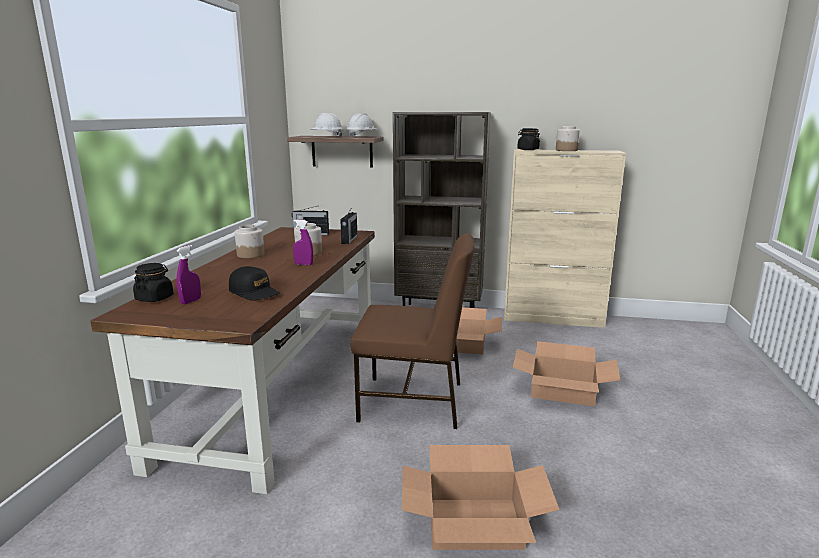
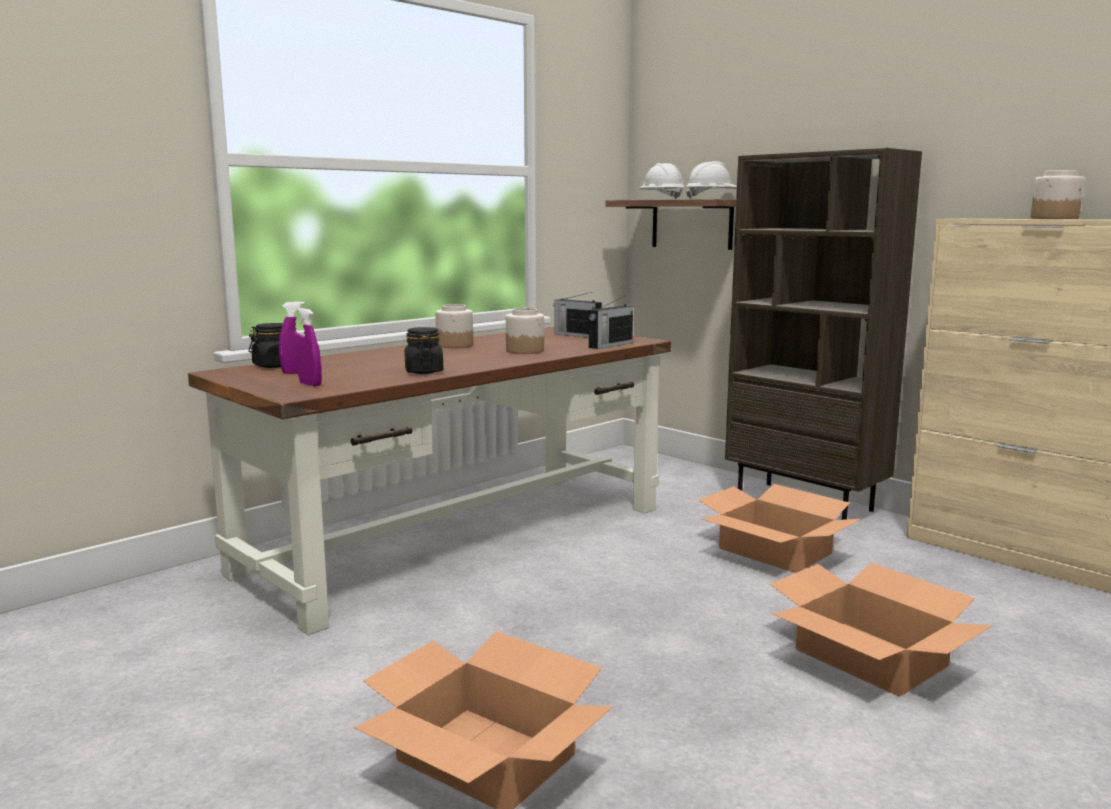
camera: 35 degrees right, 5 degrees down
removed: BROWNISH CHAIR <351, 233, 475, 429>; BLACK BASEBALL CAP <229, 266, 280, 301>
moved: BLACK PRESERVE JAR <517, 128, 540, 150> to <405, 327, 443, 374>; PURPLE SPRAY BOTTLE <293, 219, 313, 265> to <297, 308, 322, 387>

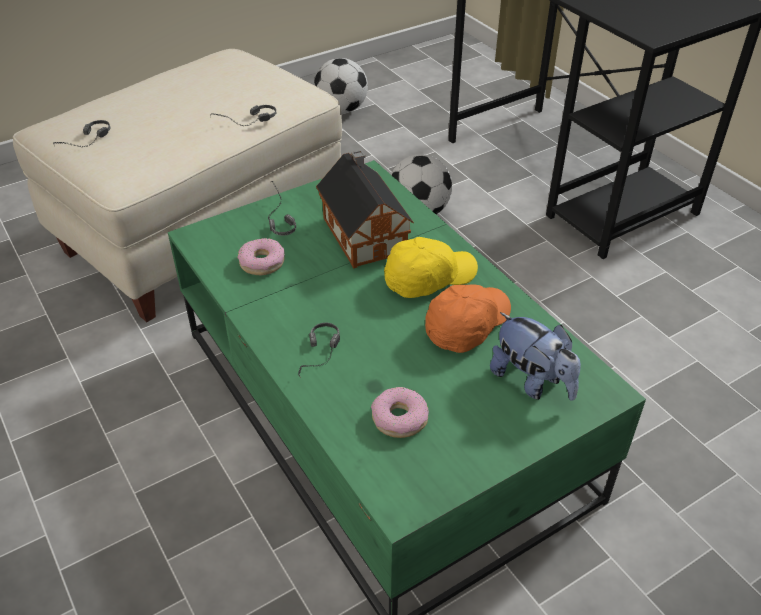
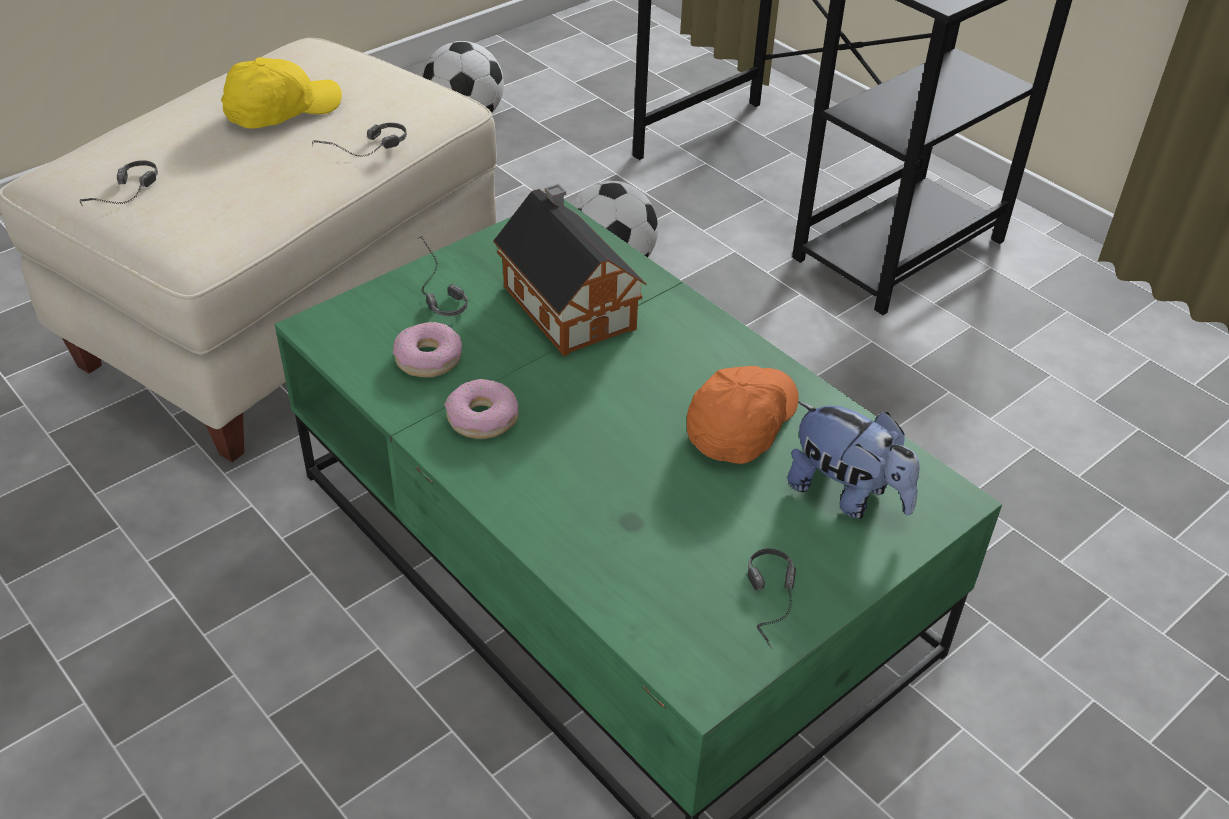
camera: 10 degrees left, 0 degrees up
moved: YELLOWISH BASEBALL CAP <384, 237, 478, 298> to <221, 57, 342, 128>; HEADSET <298, 322, 340, 378> to <748, 548, 796, 649>; RING DOUGHNUT <371, 387, 429, 438> to <444, 379, 519, 439>

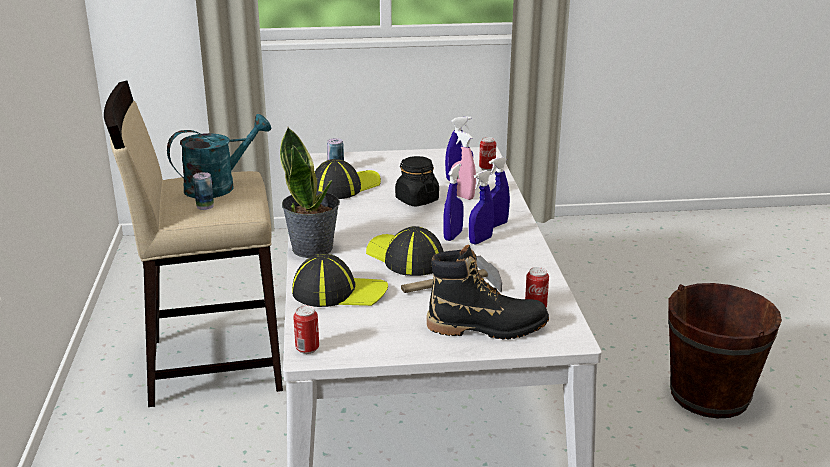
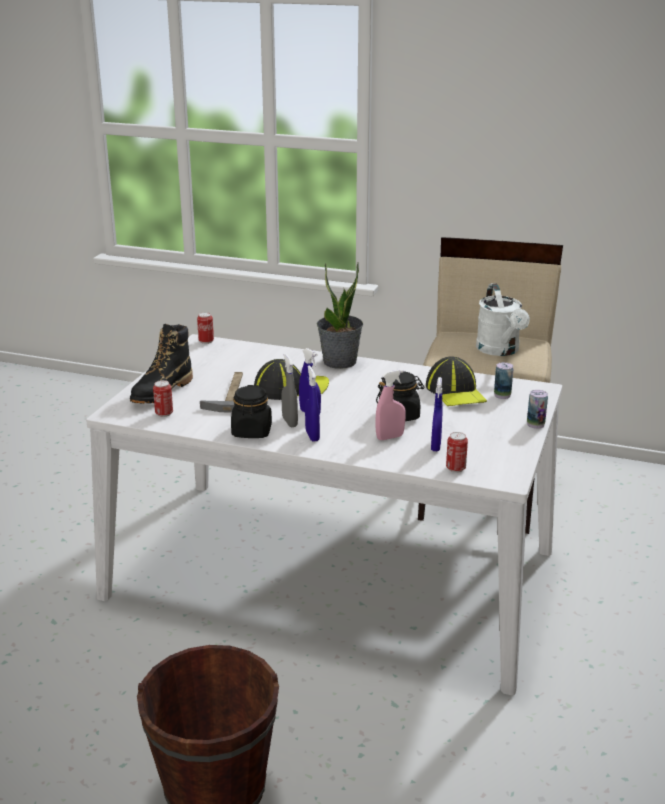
camera: 115 degrees right, 0 degrees up
removed: BASEBALL CAP <292, 254, 388, 307>
added: BLACK PRESERVE JAR <231, 385, 272, 438>
moved: METAL CAN <193, 172, 214, 210> to <527, 390, 548, 429>
recoloured: BLUE-GREEN WATERING CAN <167, 114, 272, 198> to WHITE WATERING CAN <476, 283, 530, 356>; BLUE-COLOURED SPRAY BOTTLE <469, 170, 494, 244> to GREY SPRAY BOTTLE <281, 353, 298, 427>

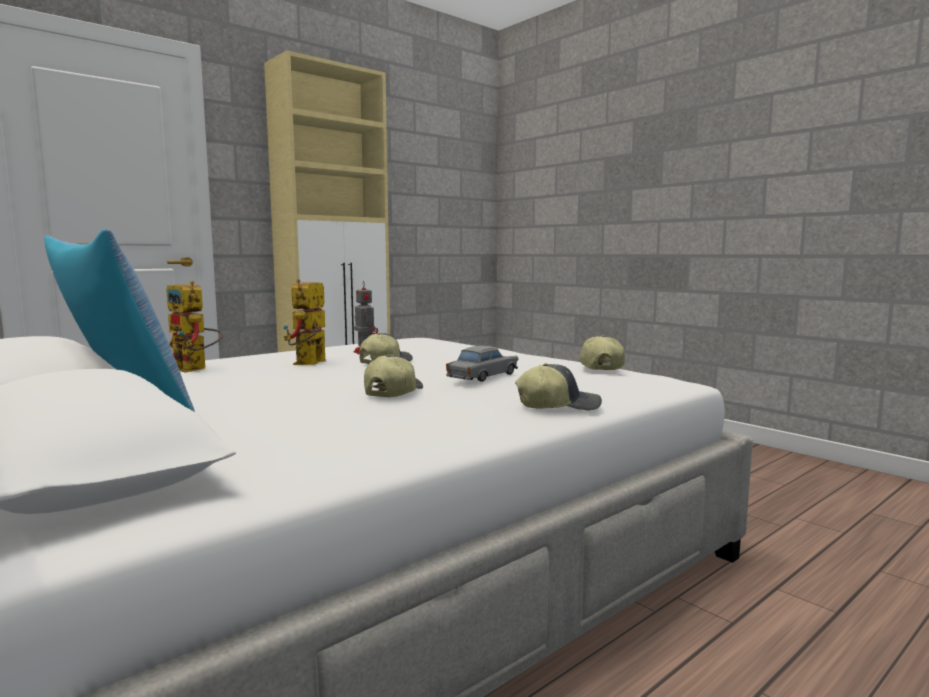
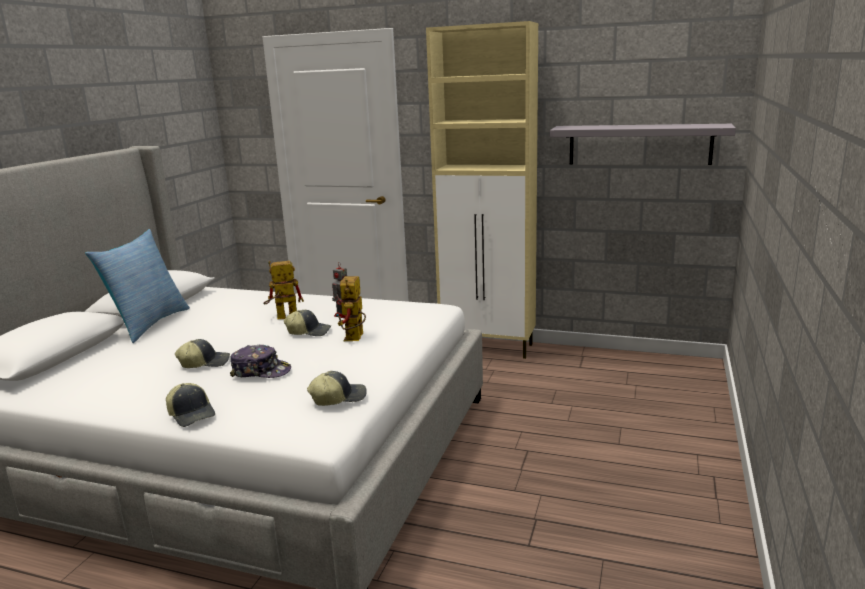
camera: 60 degrees right, 10 degrees up
added: GREY BRACKET SHELF <550, 124, 736, 165>
moved: TOY ROBOT <166, 281, 223, 373> to <336, 276, 366, 341>
replaced: GREY MODEL CAR <446, 346, 518, 382> to BASEBALL CAP <230, 345, 291, 378>

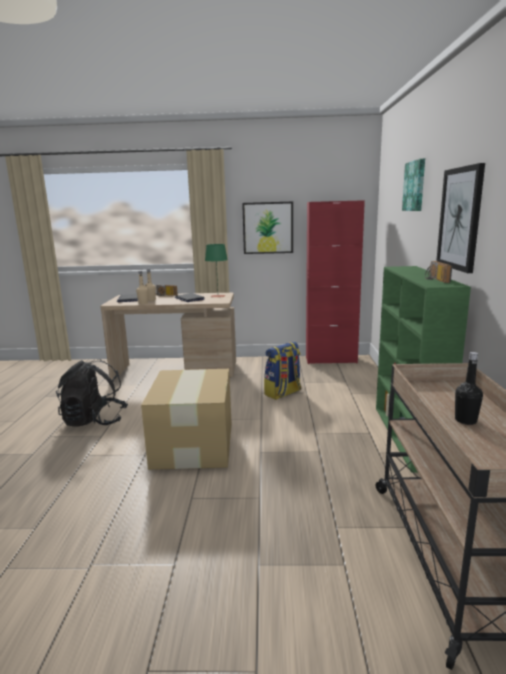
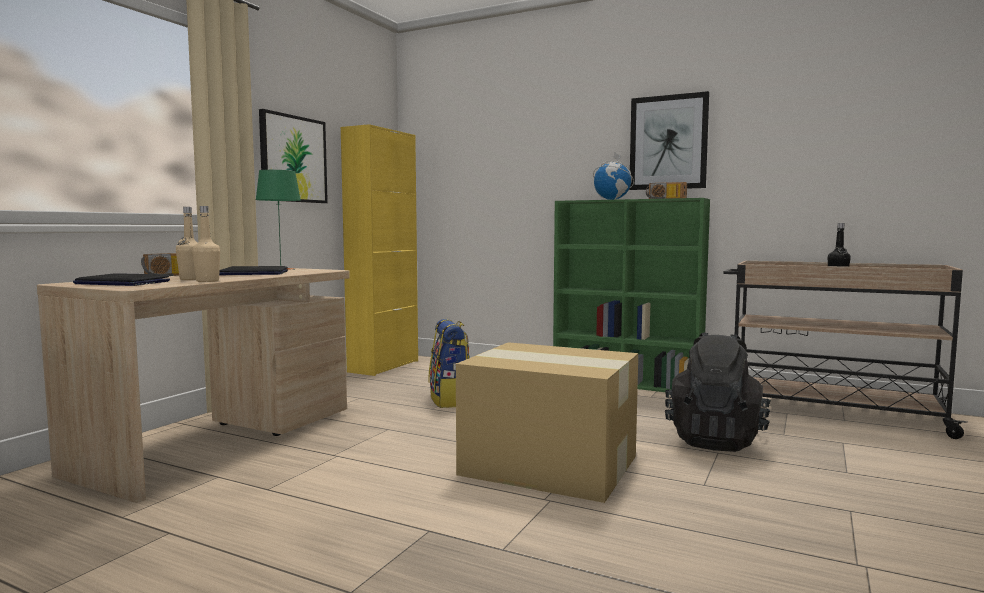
camera: 65 degrees left, 10 degrees down
removed: WALL PICTURE <402, 159, 425, 211>
added: DESK GLOBE <593, 152, 634, 200>
moved: BLACK BACKPACK <56, 359, 128, 427> to <665, 332, 771, 452>
recoloured: REDDISH CUPBOARD <306, 200, 365, 364> to YELLOWISH CUPBOARD <341, 124, 418, 376>

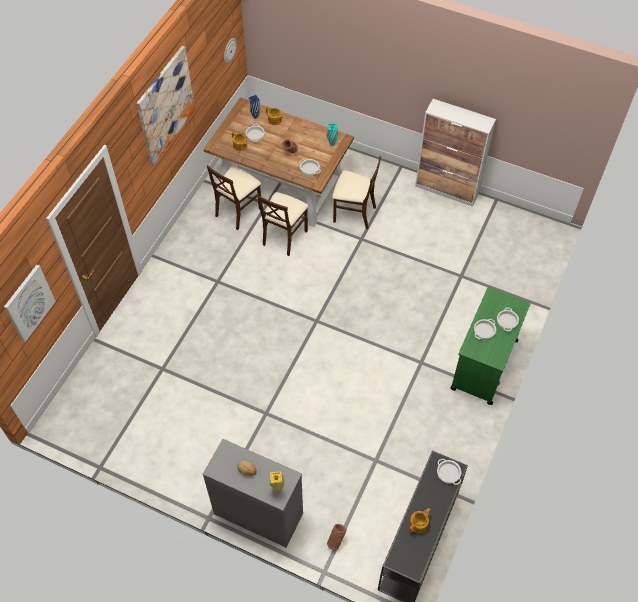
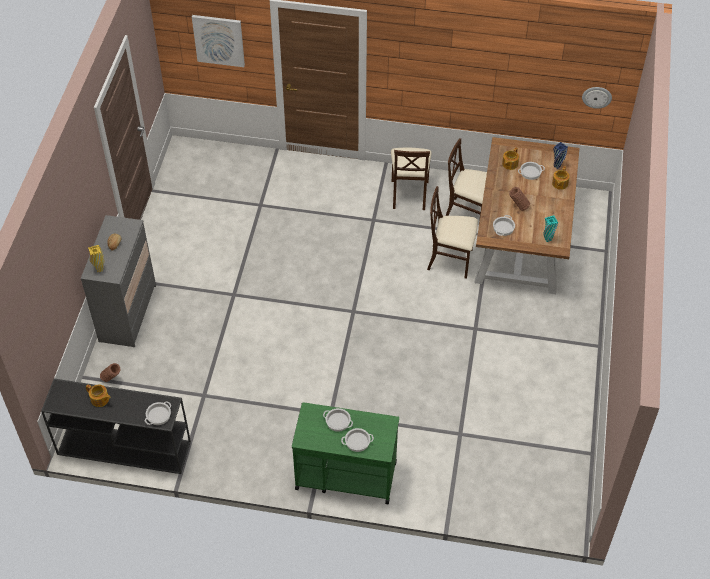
camera: 75 degrees right, 5 degrees down
removed: WALL PICTURE <137, 46, 195, 165>; CUPBOARD <415, 99, 496, 207>
moved: SAND-COLOURED CHAIR <332, 156, 381, 229> to <391, 148, 432, 210>

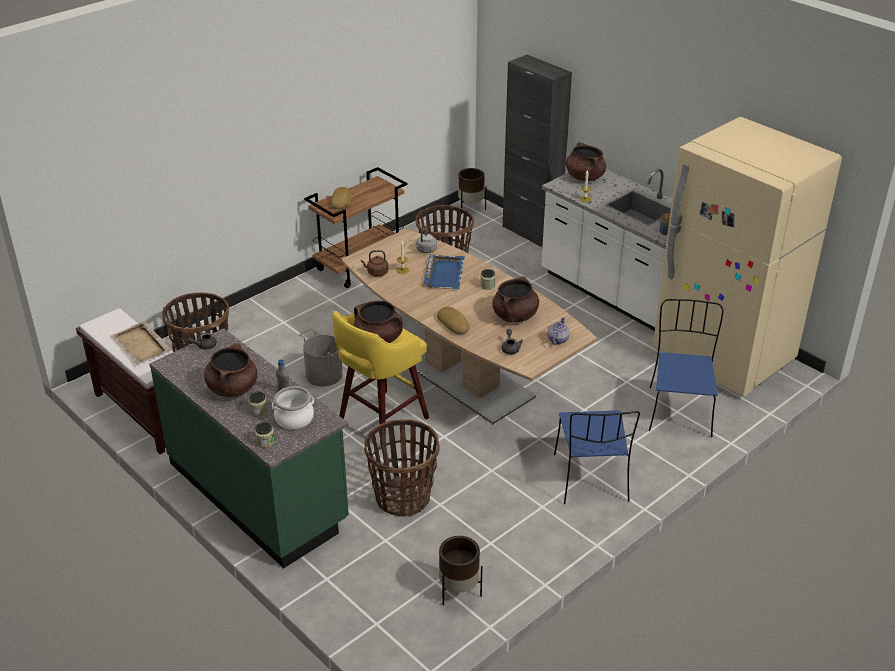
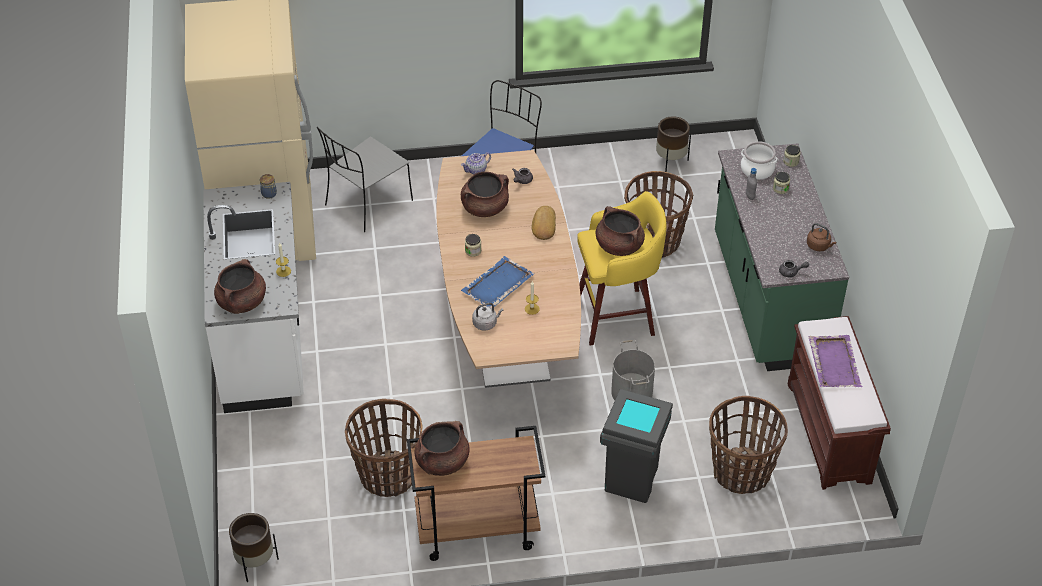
camera: 145 degrees left, 10 degrees up
removed: BLACK CUPBOARD <503, 55, 572, 248>; BAKERY BREAD <331, 187, 352, 209>
added: GREY RUBBISH BIN <600, 389, 673, 503>
moved: BROWNISH TEA KETTLE <361, 250, 388, 277> to <807, 223, 836, 251>; BROWNISH SAUCEPOT <204, 343, 257, 397> to <414, 421, 470, 476>
recoloured: BLUE-COLOURED CHAIR <649, 299, 724, 437> to GREY CHAIR <317, 127, 413, 232>; SAND-COLOURED CARRYING TRAY <109, 321, 172, 364> to PURPLE CARRYING TRAY <808, 335, 863, 387>

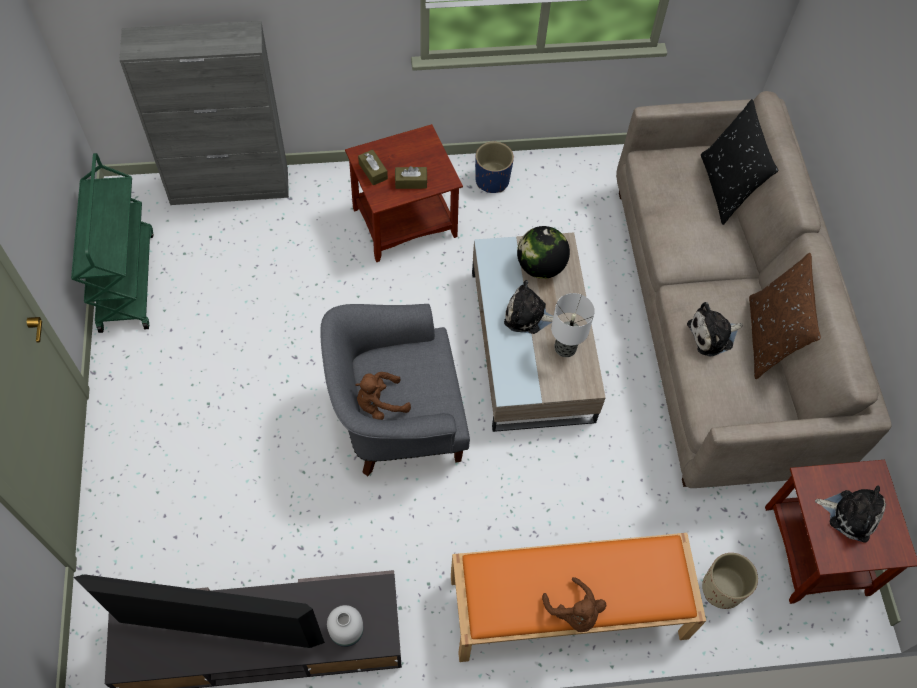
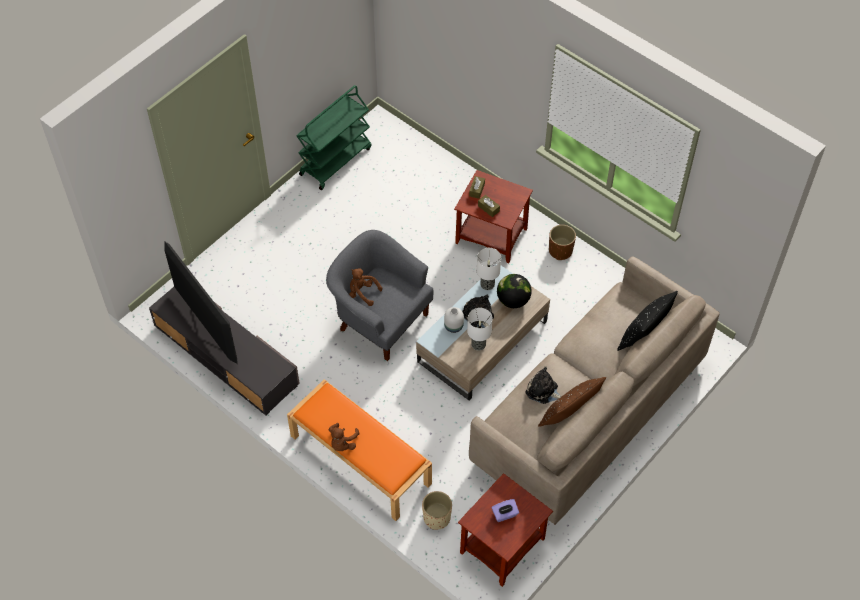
camera: 50 degrees right, 5 degrees down
removed: GREY CUPBOARD <120, 21, 289, 205>
added: TABLE LAMP <477, 248, 501, 290>
moved: WHITE DECORATIVE VASE <327, 605, 364, 647> to <444, 307, 464, 333>
replaced: SOFT TOY <815, 485, 886, 543> to PURPLE TISSUE BOX <492, 499, 519, 522>
recoloured: BLUE-COLOURED PLANT POT <475, 142, 514, 193> to BROWNISH PLANT POT <549, 225, 576, 260>

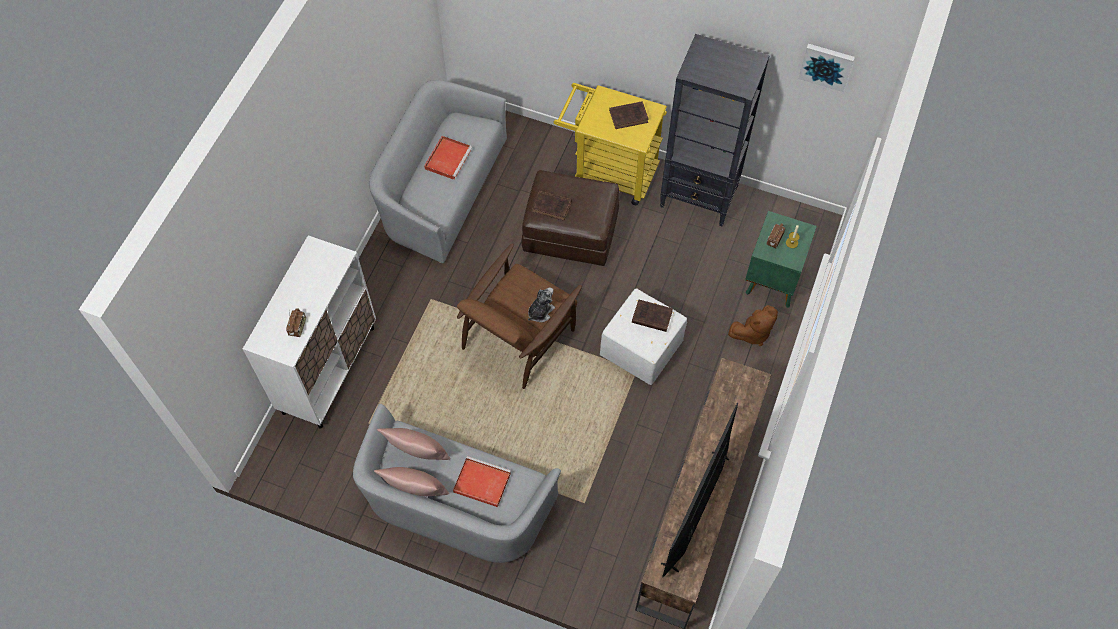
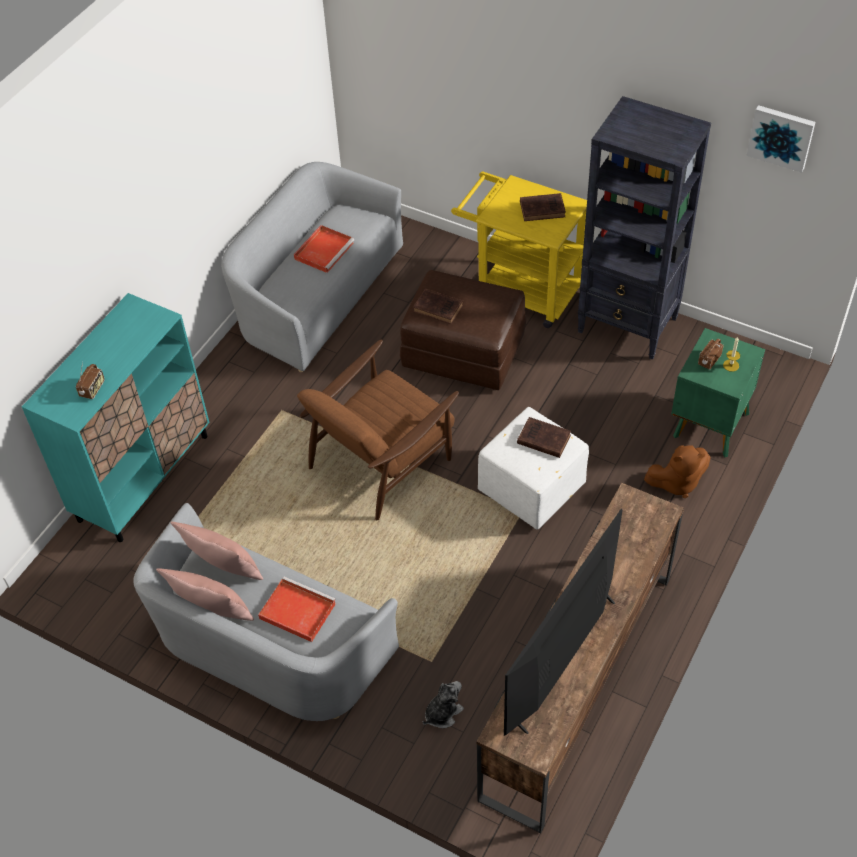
camera: 10 degrees right, 10 degrees down
moved: SOFT TOY <528, 287, 555, 322> to <423, 681, 464, 728>
recoloured: WHITE CUPBOARD <243, 235, 376, 429> to BLUE-GREEN CUPBOARD <22, 293, 210, 542>

